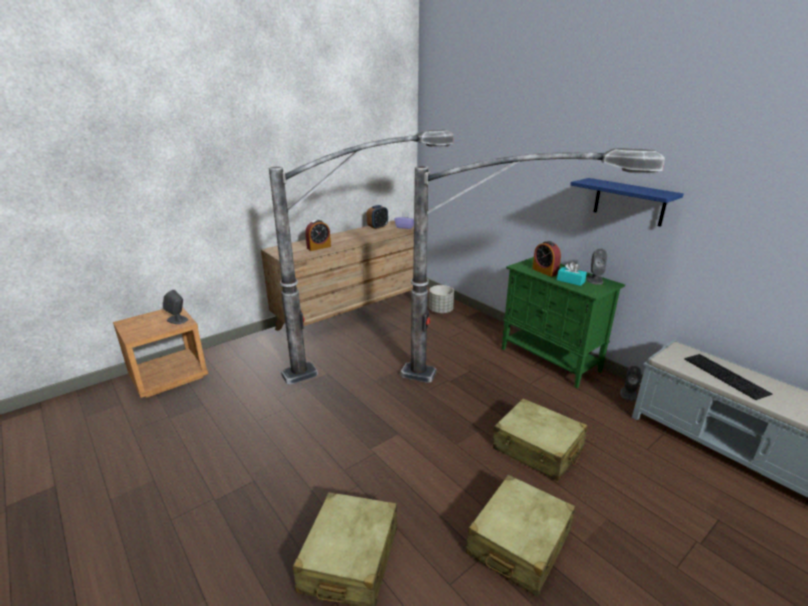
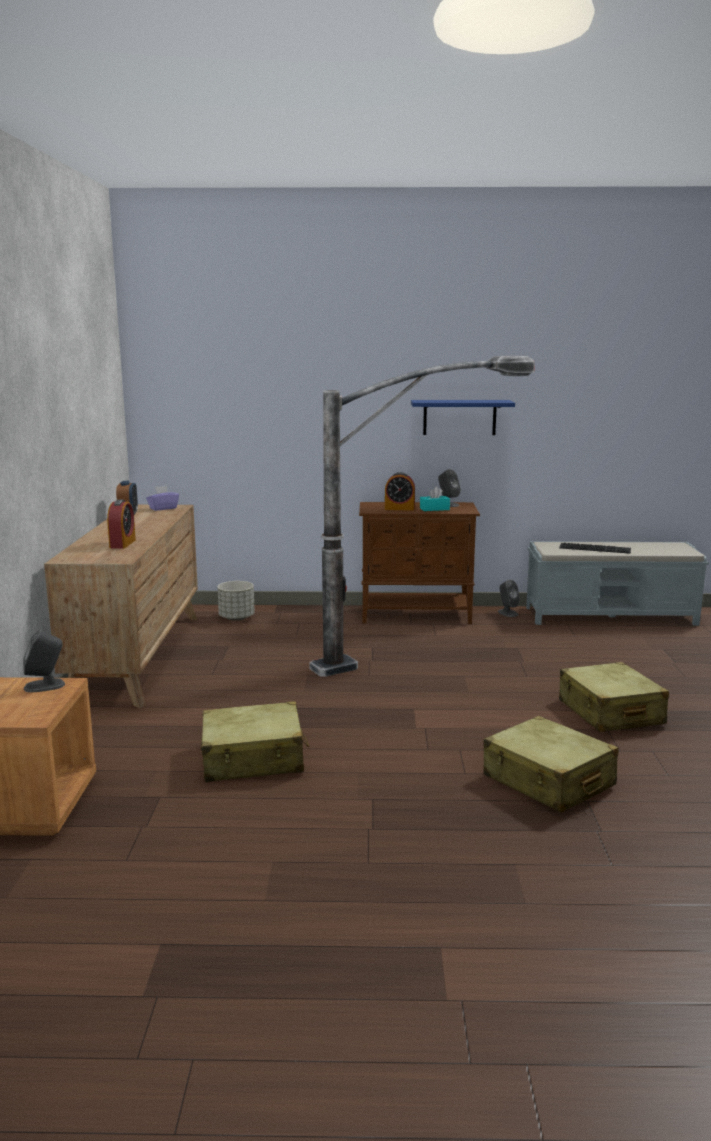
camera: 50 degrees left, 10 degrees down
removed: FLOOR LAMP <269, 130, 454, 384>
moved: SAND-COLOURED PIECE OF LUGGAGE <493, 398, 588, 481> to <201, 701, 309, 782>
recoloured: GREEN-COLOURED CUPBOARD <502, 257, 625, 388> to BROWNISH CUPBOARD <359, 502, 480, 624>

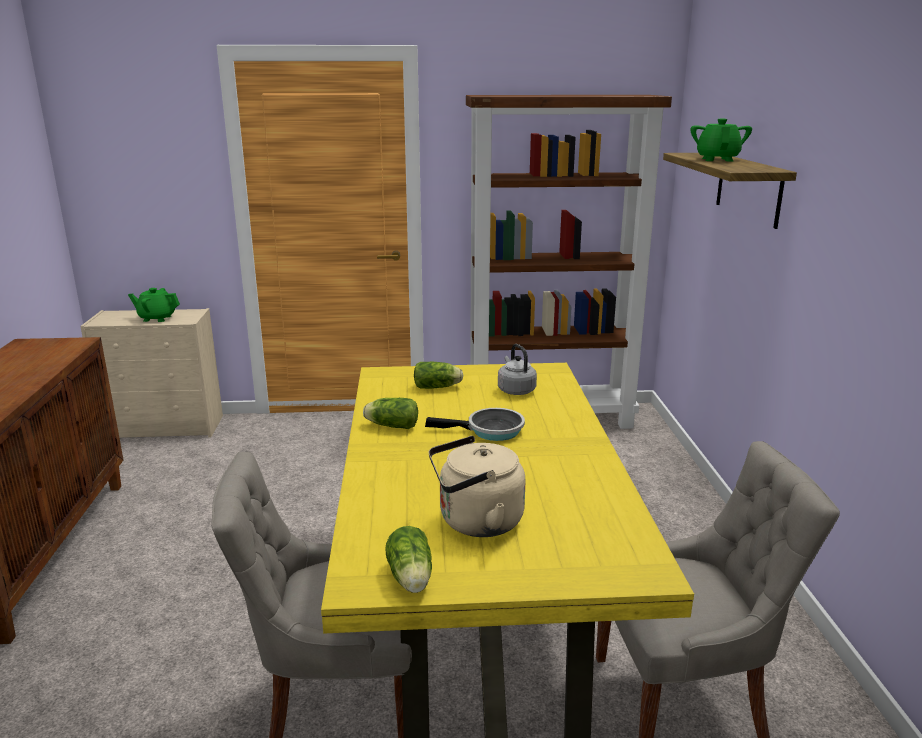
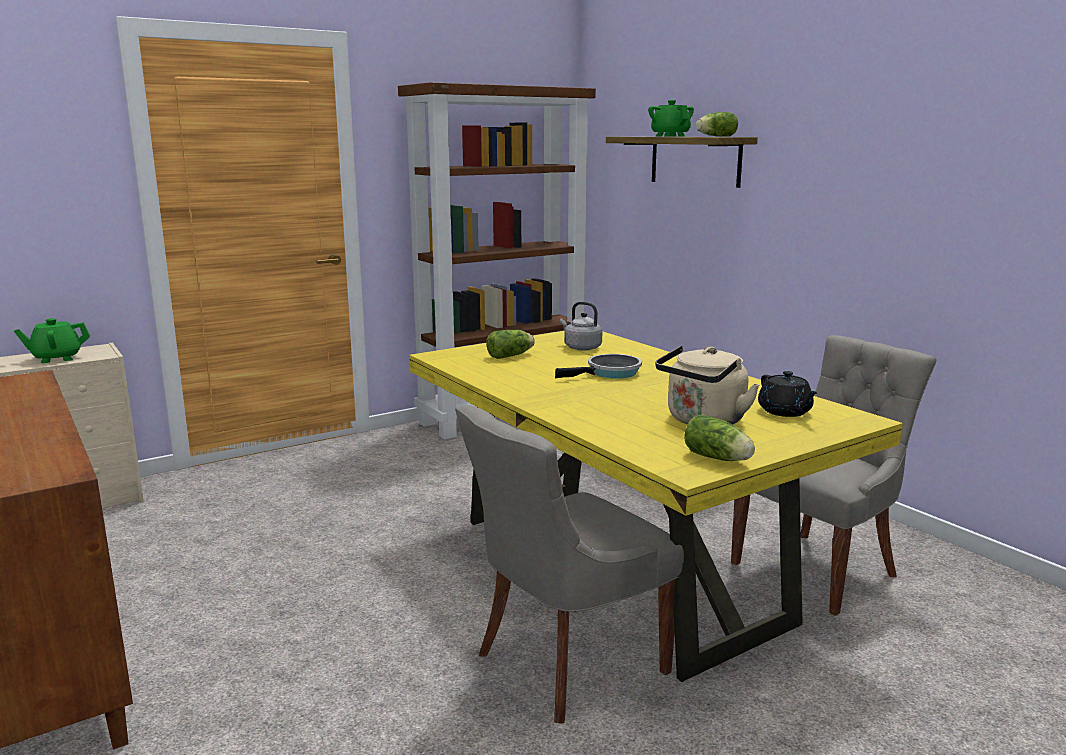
camera: 30 degrees left, 5 degrees down
added: BLACK TEAPOT <758, 371, 818, 417>
moved: LETTUCE <363, 398, 418, 429> to <696, 112, 738, 137>

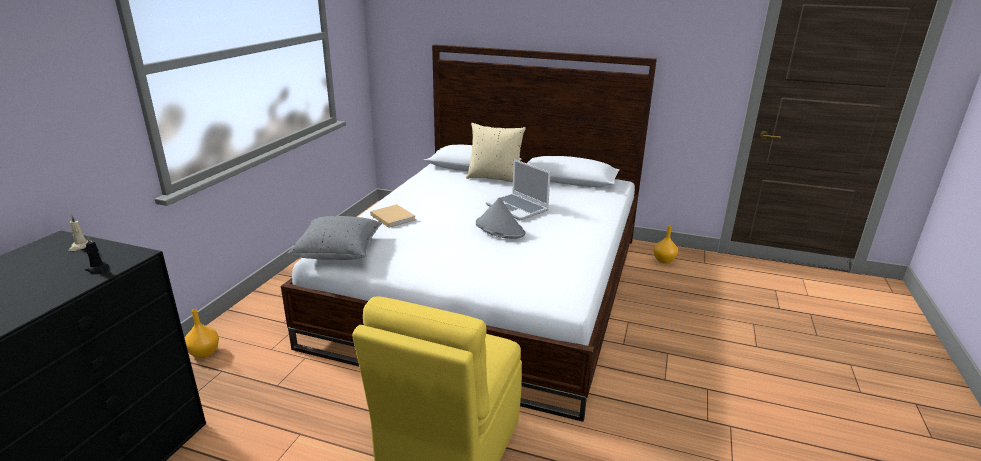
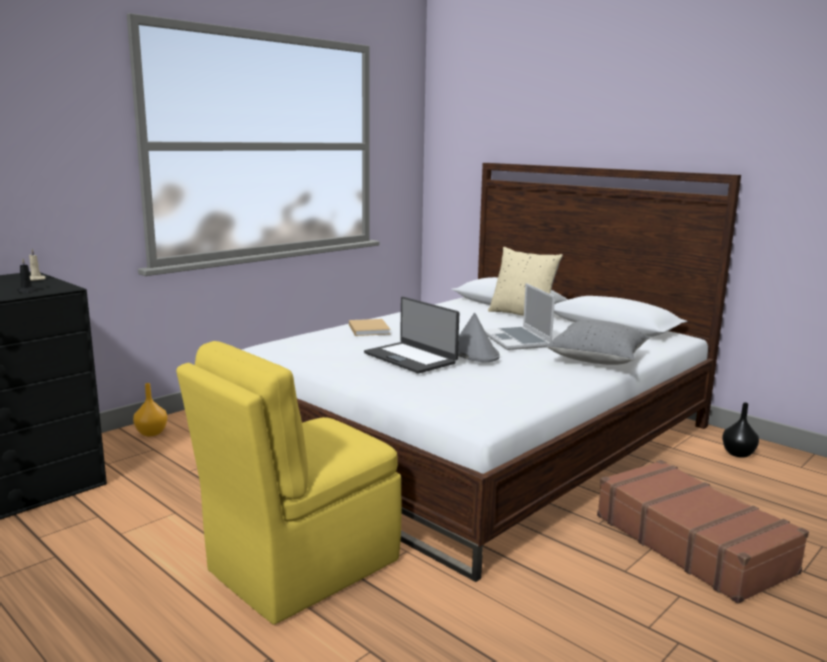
camera: 25 degrees right, 10 degrees down
added: PORTABLE COMPUTER <364, 297, 459, 373>; BROWNISH PIECE OF LUGGAGE <597, 460, 809, 603>
moved: GREY PILLOW <287, 216, 382, 260> to <546, 320, 649, 365>
recoloured: ORANGE DECORATIVE VASE <654, 226, 678, 264> to BLACK DECORATIVE VASE <722, 402, 759, 458>

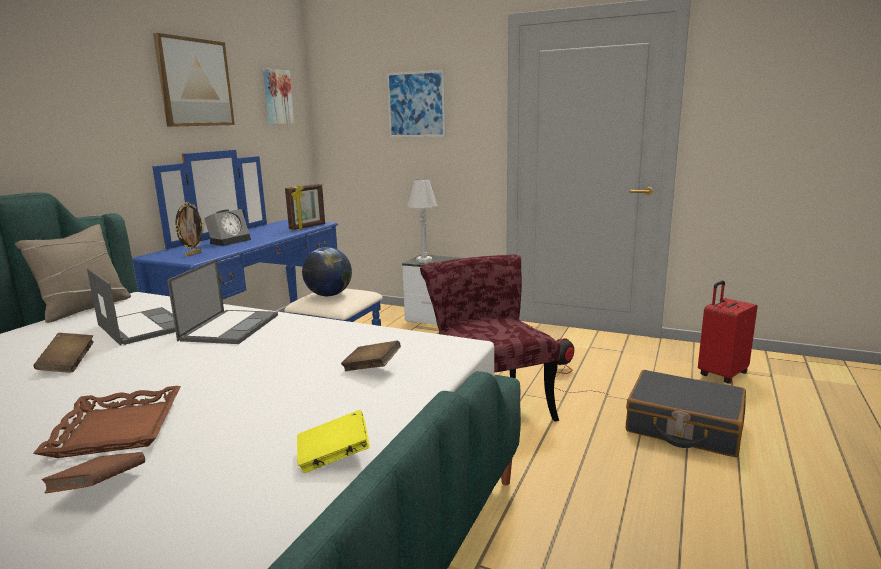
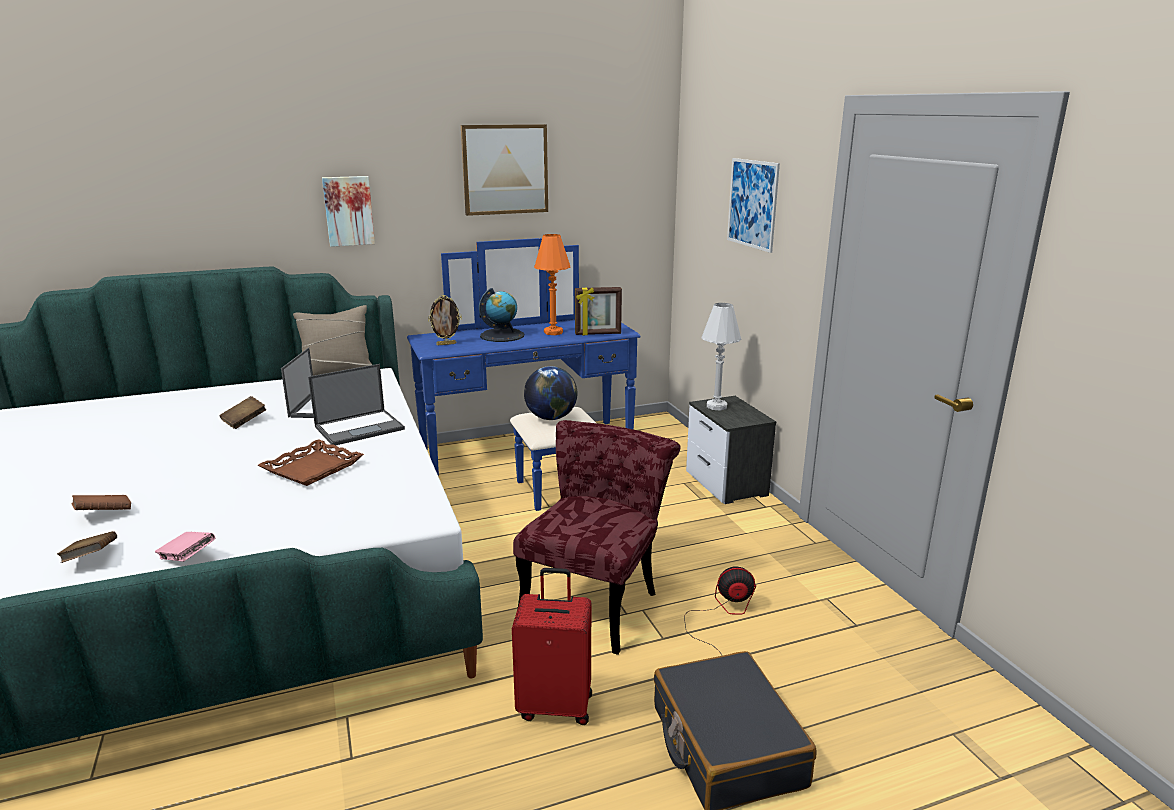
camera: 45 degrees right, 5 degrees up
added: ORANGE TABLE LAMP <534, 234, 570, 335>
moved: WALL PICTURE <263, 69, 294, 124> to <322, 176, 375, 247>; REDDISH PIECE OF LUGGAGE <698, 281, 757, 384> to <512, 568, 592, 725>; BROWNISH BOUND BOOK <341, 340, 401, 371> to <57, 531, 117, 563>; BROWNISH CARRYING TRAY <33, 386, 181, 458> to <258, 439, 364, 486>
replaced: TABLE CLOCK <204, 209, 251, 246> to DESK GLOBE <479, 288, 524, 342>
recoloured: YELLOWISH BOUND BOOK <297, 410, 370, 473> to PINK-COLOURED BOUND BOOK <155, 532, 215, 562>

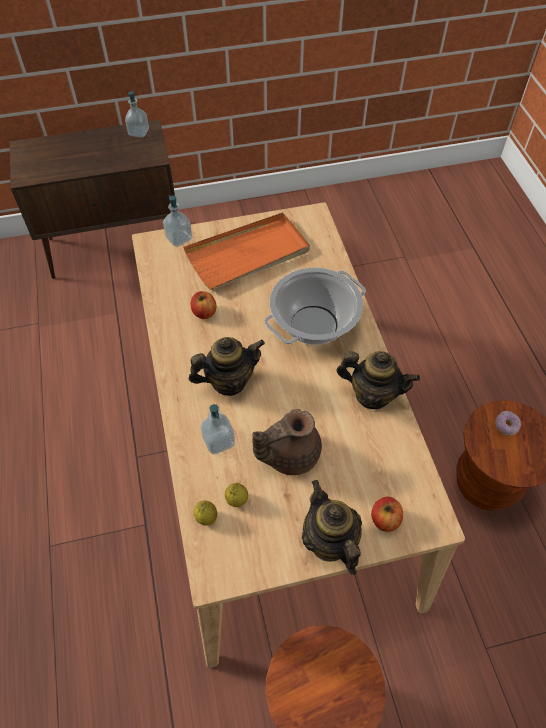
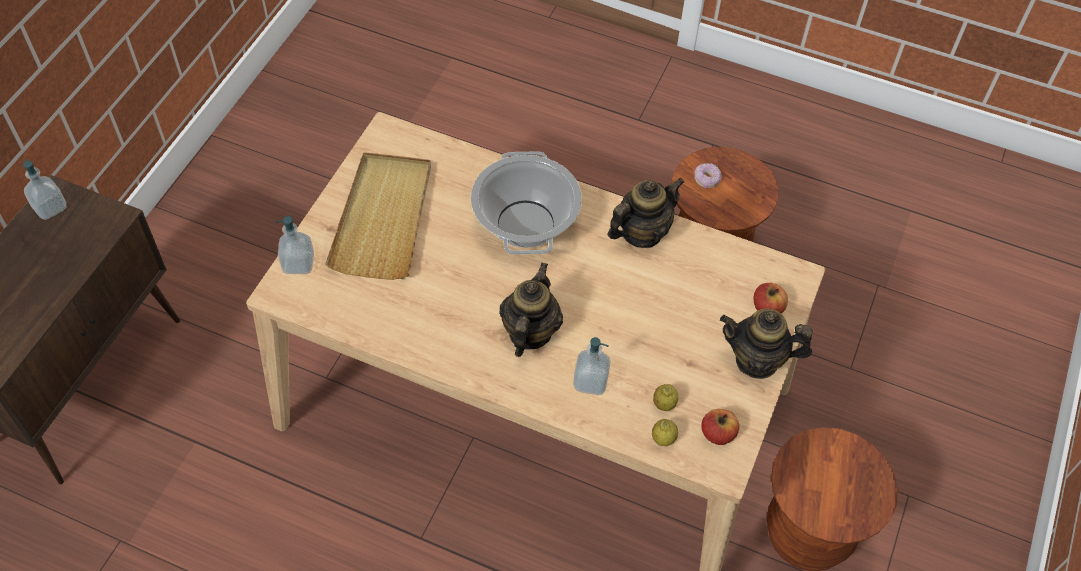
camera: 55 degrees left, 0 degrees up
removed: BROWNISH TEAPOT <252, 409, 322, 475>
moved: WHOLE APPLE <191, 291, 216, 319> to <701, 409, 739, 445>
recoloured: ORANGE CARRYING TRAY <183, 212, 310, 290> to SAND-COLOURED CARRYING TRAY <325, 152, 431, 280>

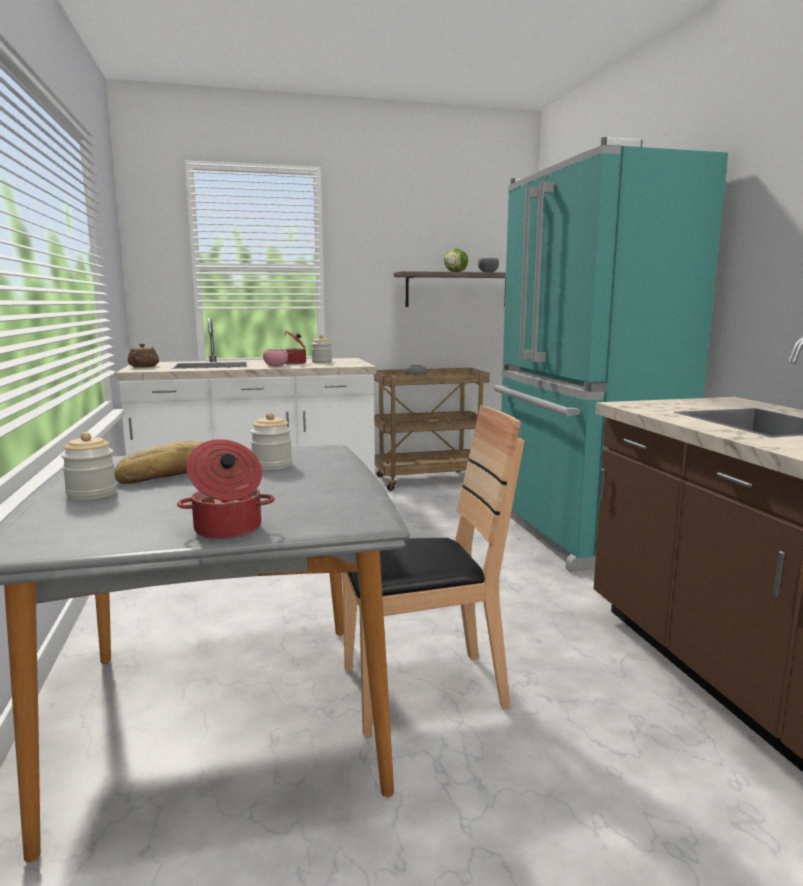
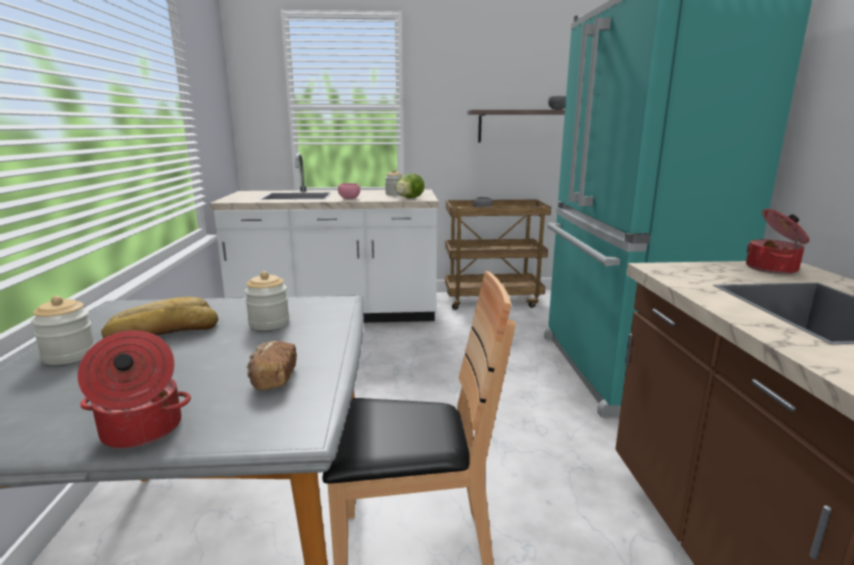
camera: 10 degrees right, 5 degrees up
removed: BROWNISH TEAPOT <128, 344, 159, 368>
added: BAKERY BREAD <246, 341, 297, 391>
moved: LETTUCE <444, 248, 468, 272> to <396, 173, 425, 198>; SAUCEPOT <283, 330, 306, 364> to <746, 209, 809, 274>

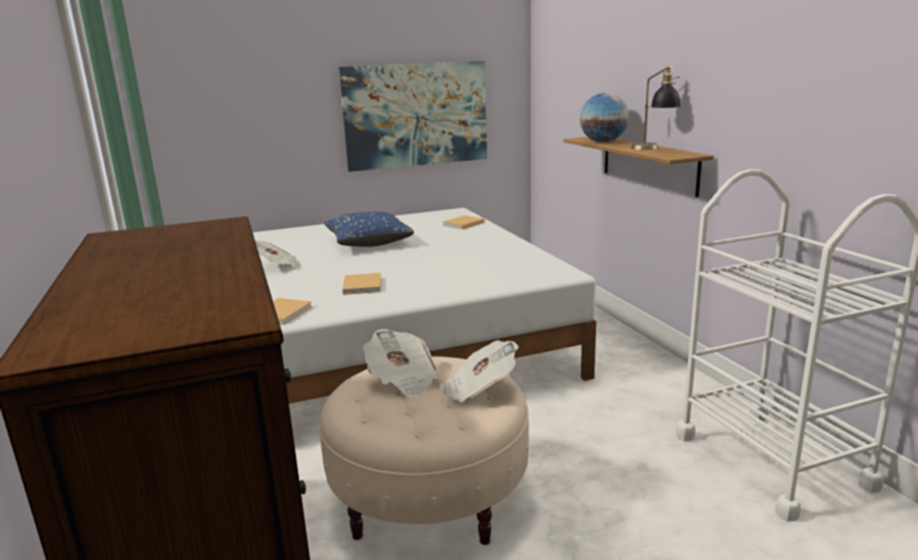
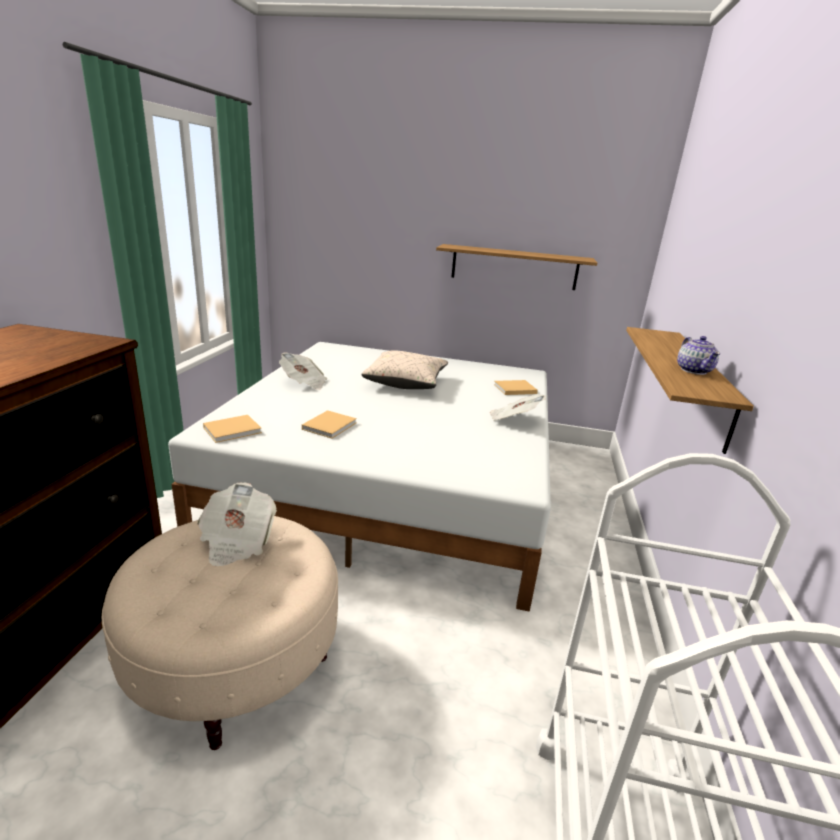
camera: 30 degrees right, 5 degrees up
removed: DESK GLOBE <580, 93, 629, 142>
moved: DAILY PAPER <439, 340, 519, 403> to <490, 394, 546, 421>
replaced: WALL PICTURE <339, 61, 487, 172> to BRACKET SHELF <436, 244, 597, 290>; TABLE LAMP <631, 65, 681, 150> to TEAPOT <677, 336, 720, 375>
recoloured: BLUE-COLOURED PILLOW <324, 212, 414, 247> to SAND-COLOURED PILLOW <362, 350, 448, 389>

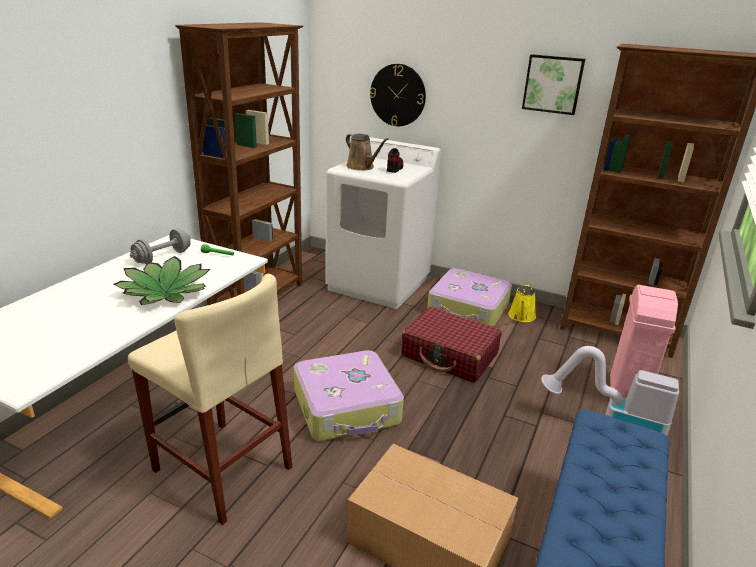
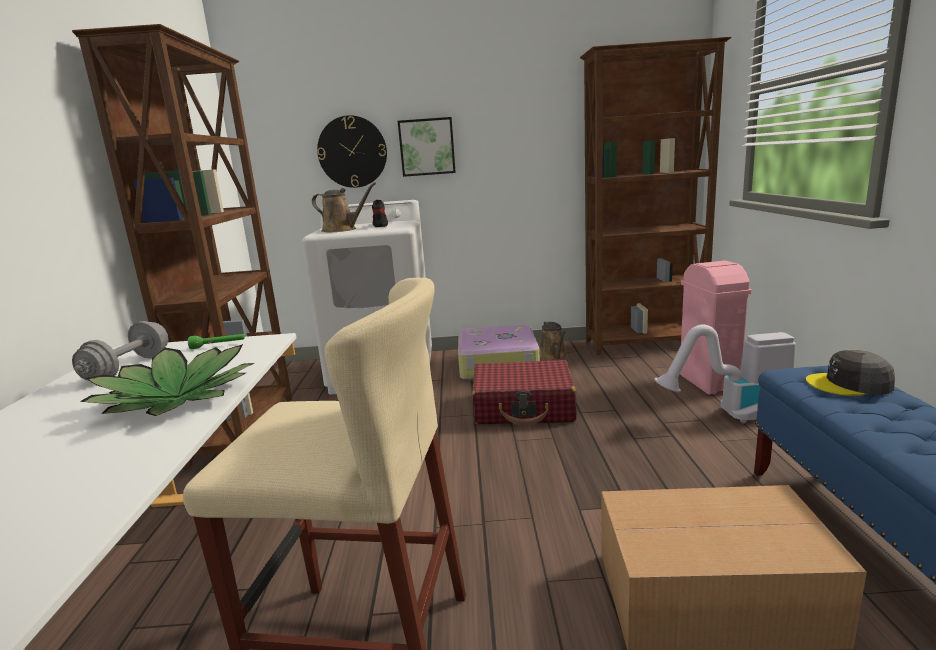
camera: 25 degrees left, 10 degrees down
removed: PIECE OF LUGGAGE <294, 350, 404, 441>
added: GREY BASEBALL CAP <806, 350, 895, 396>
moved: WALL PICTURE <522, 54, 585, 115> to <398, 117, 456, 177>
recoloured: YELLOWISH WATERING CAN <508, 283, 536, 322> to BROWNISH WATERING CAN <539, 321, 568, 361>

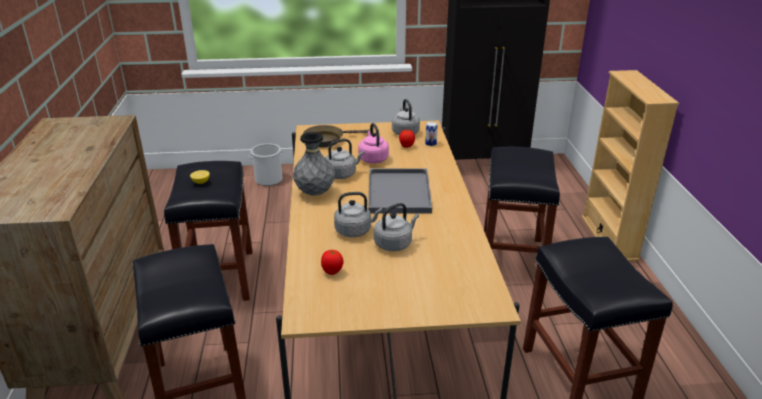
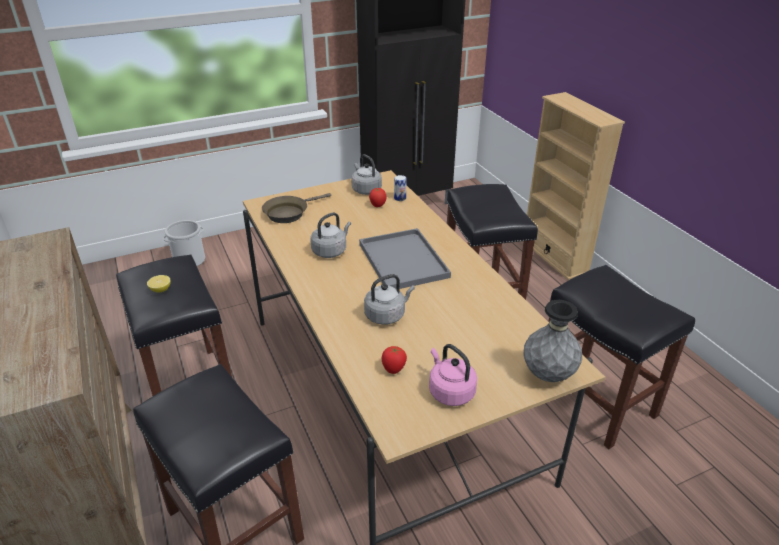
camera: 20 degrees left, 5 degrees up
removed: GREY TEA KETTLE <374, 203, 419, 251>
moved: PINK-COLOURED TEA KETTLE <358, 123, 389, 164> to <429, 344, 477, 406>; GREY DECORATIVE VASE <293, 132, 335, 196> to <523, 300, 582, 382>

